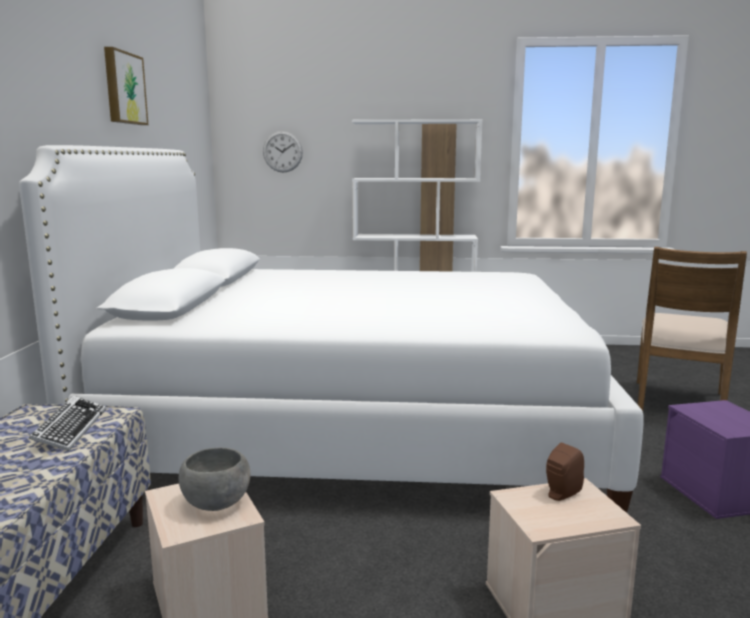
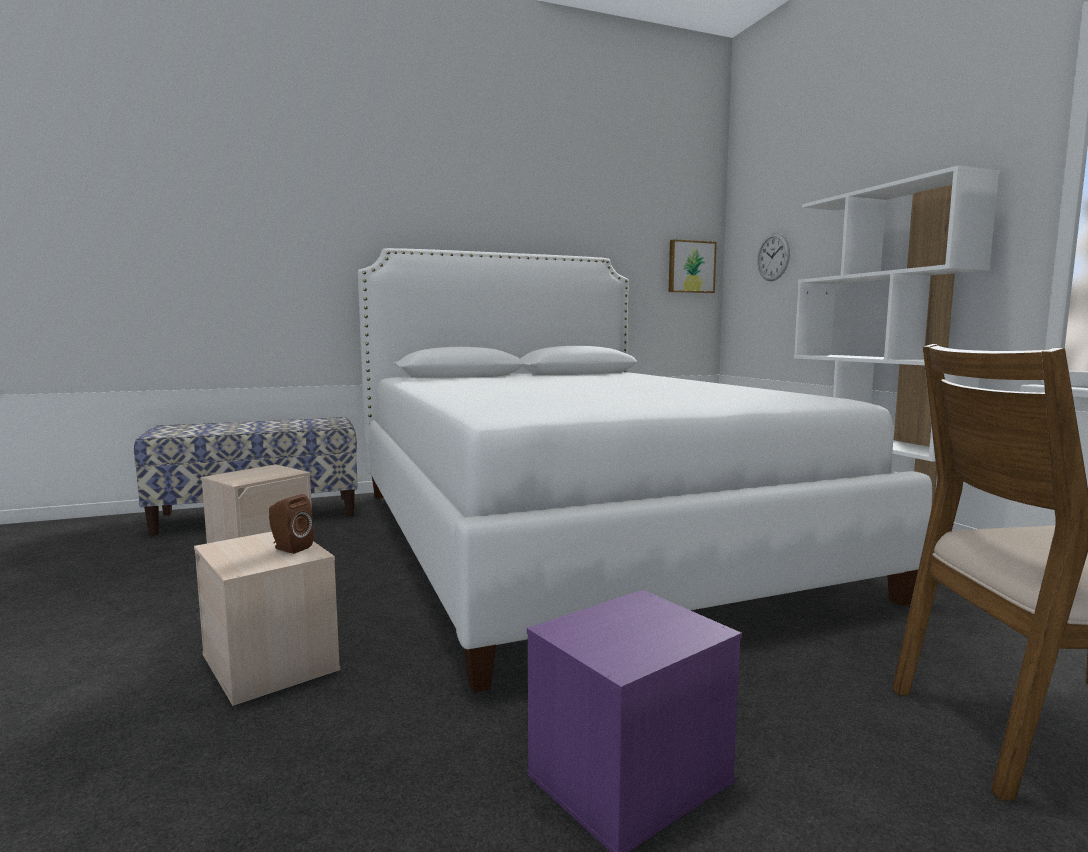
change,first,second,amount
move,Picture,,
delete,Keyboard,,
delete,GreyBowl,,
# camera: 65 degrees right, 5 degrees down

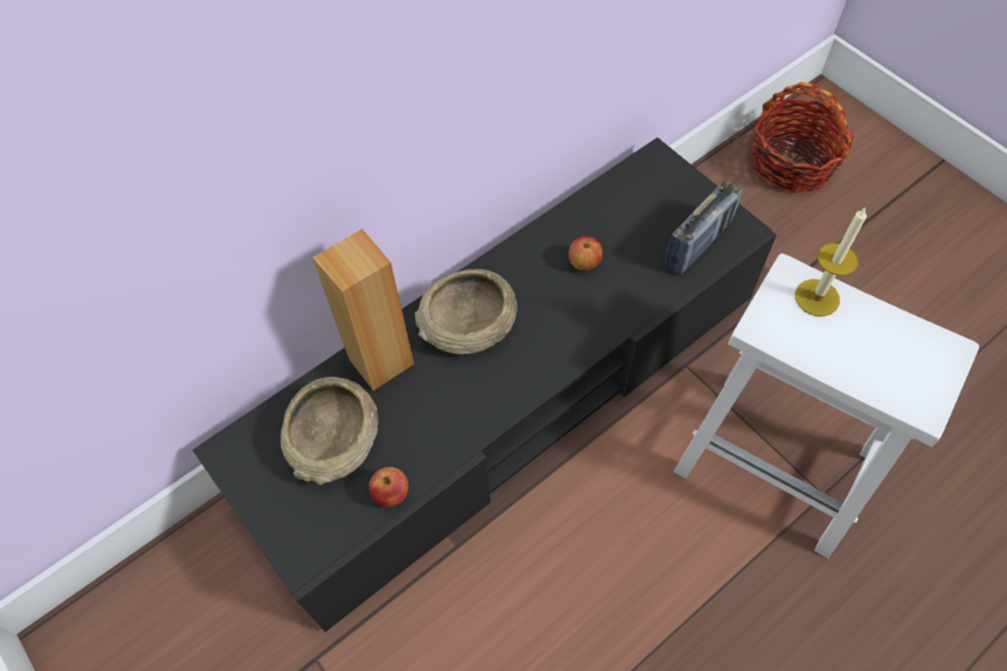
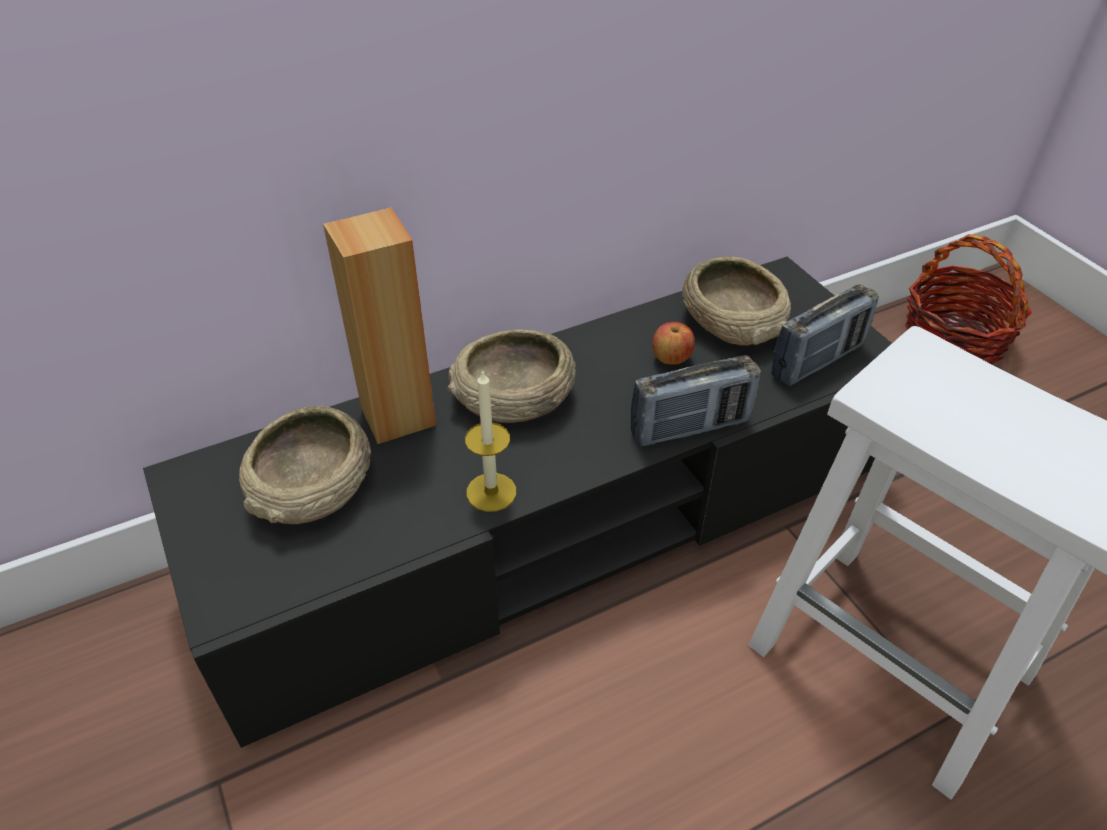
change,first,second,amount
move,Candle,,
insert,,Radio (1st from left),
insert,,BeigeBowl (3rd from left),
delete,Apple (1st from left),,
# camera: 10 degrees right, 15 degrees down

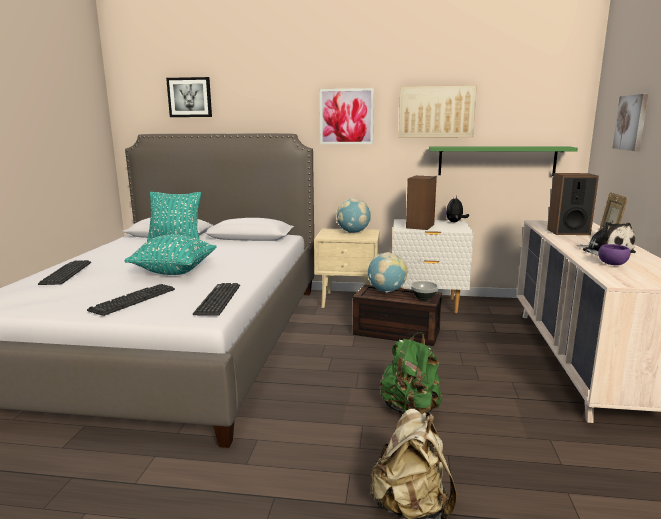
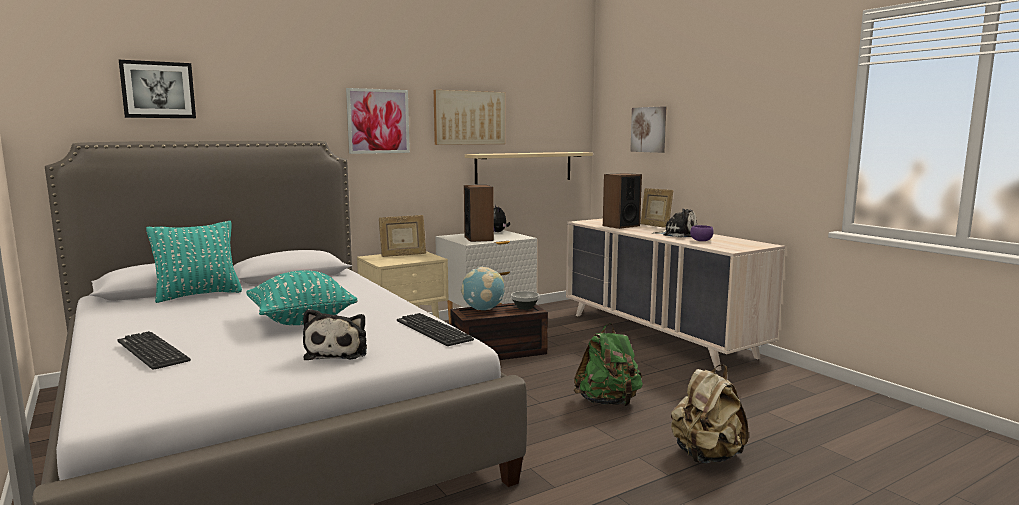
change,first,second,amount
replace,Keyboard (2nd from left),PlushToy (1st from left),
replace,Globe (1st from left),PictureFrame (1st from left),
recolor,GreenShelf,BeigeShelf,
# camera: 40 degrees left, 5 degrees down

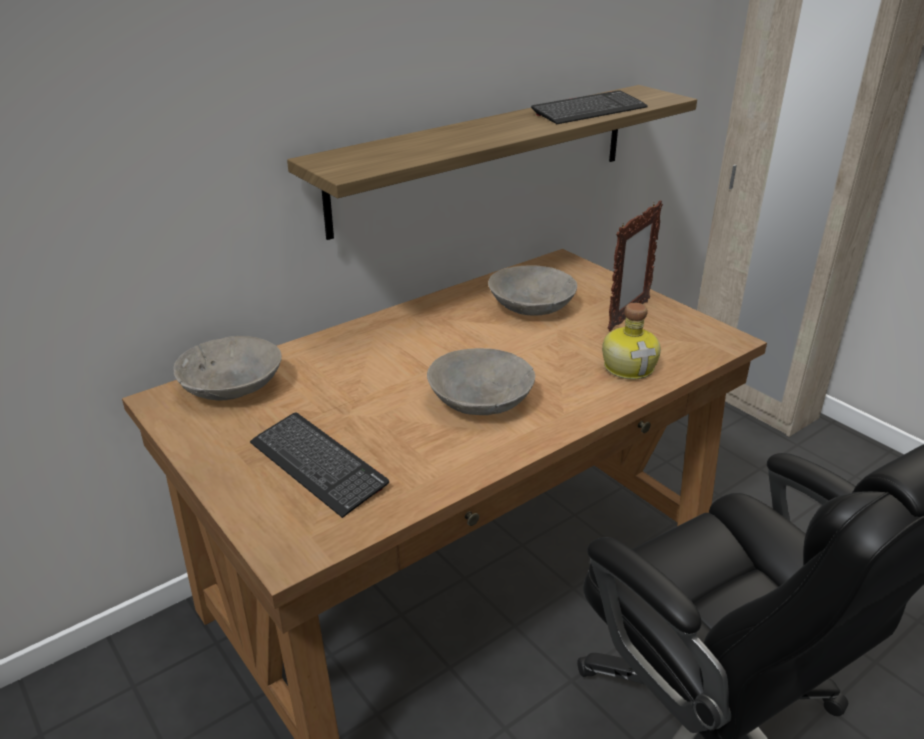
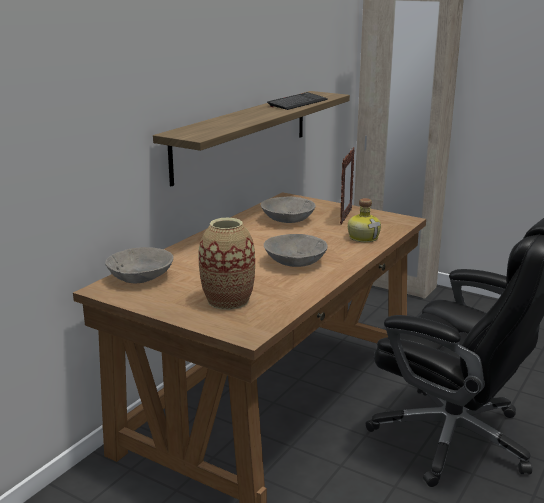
change,first,second,amount
replace,Keyboard (1st from left),Vase,
# camera: 20 degrees left, 10 degrees down

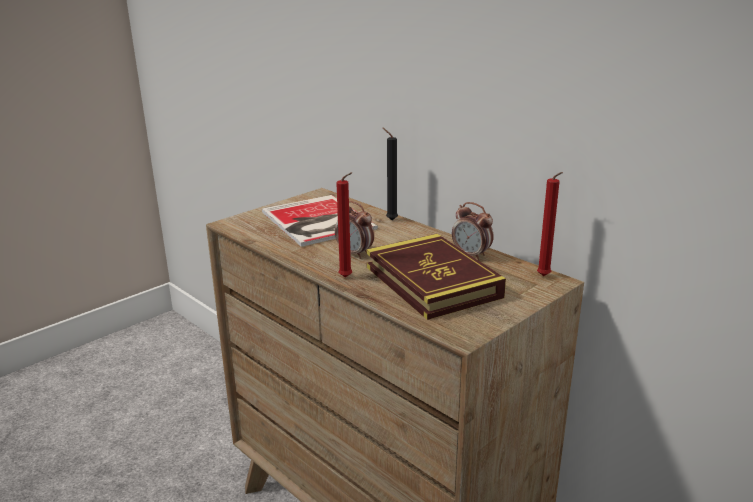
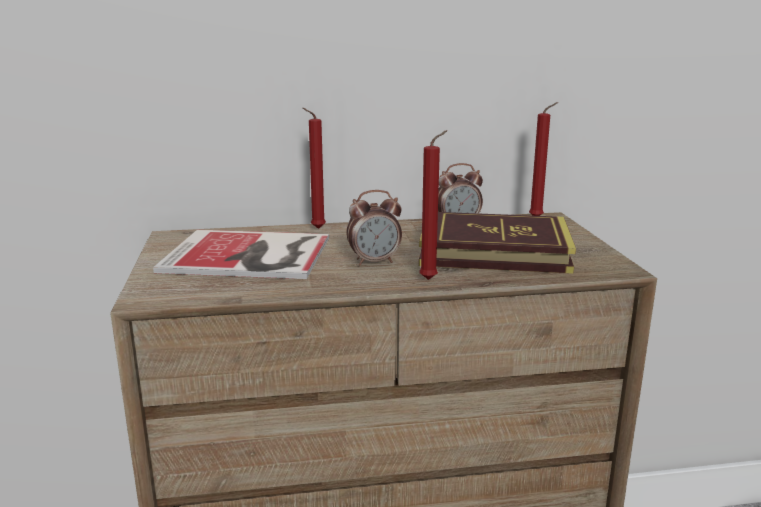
change,first,second,amount
recolor,BlackCandle,RedCandle (1st from left),
# camera: 55 degrees left, 5 degrees down

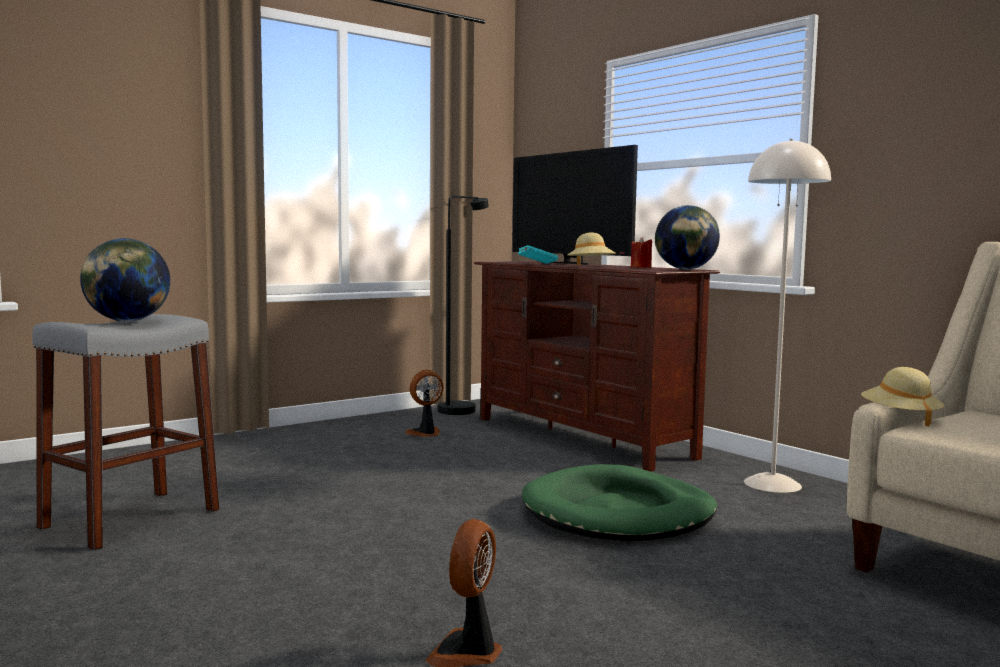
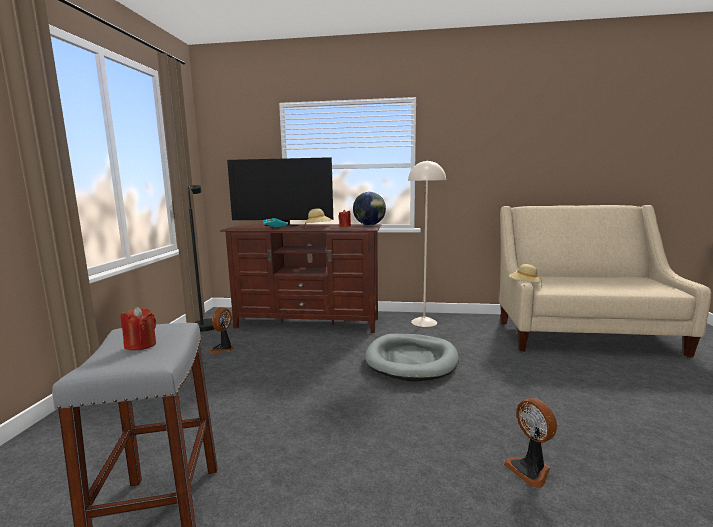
change,first,second,amount
replace,Globe (1st from left),RedCandle (1st from left),
recolor,GreenDogBed,GreyDogBed,
# camera: 45 degrees left, 5 degrees up

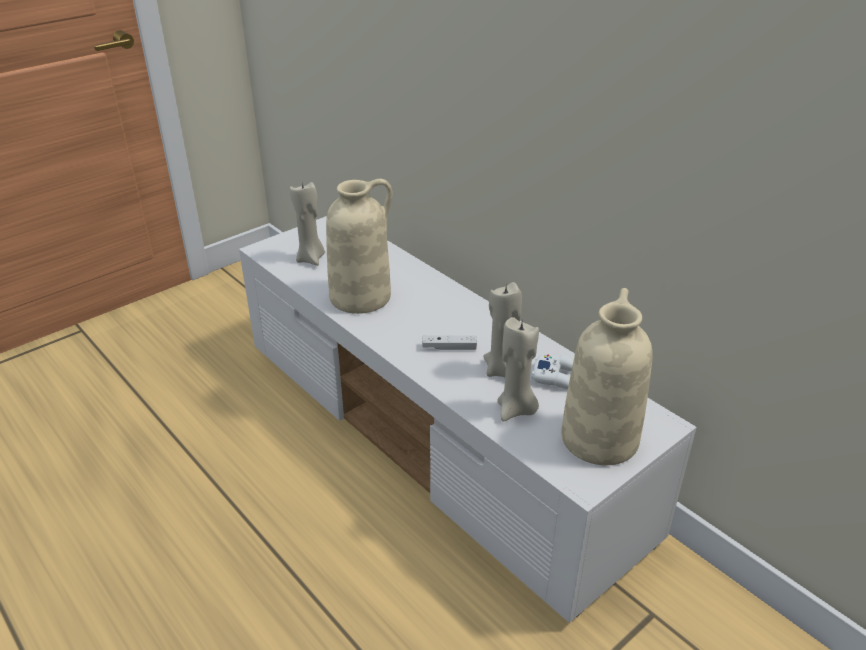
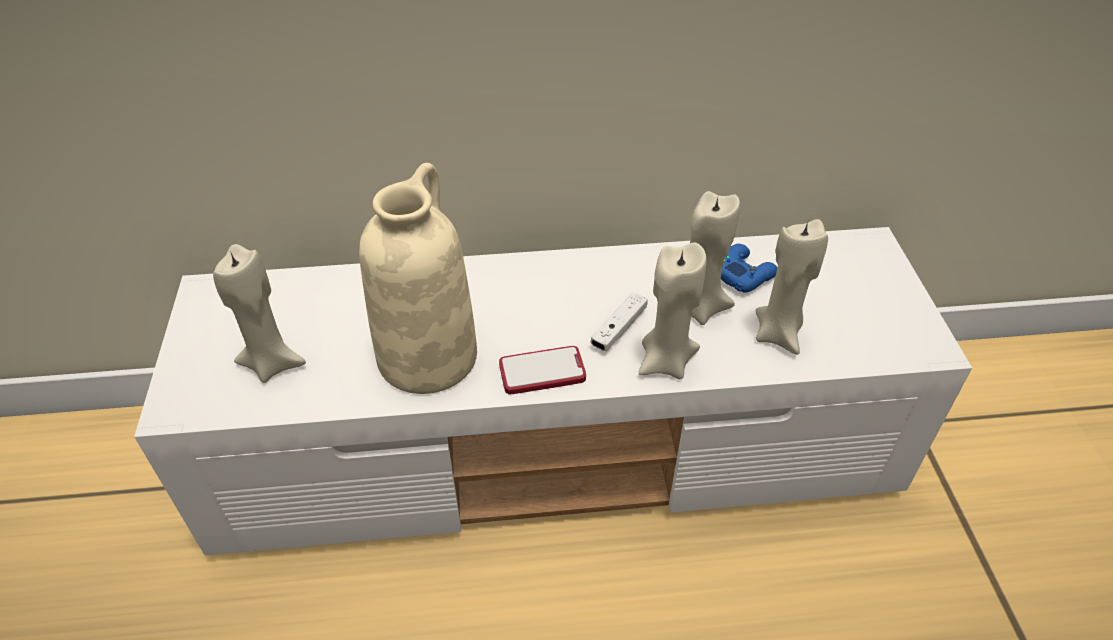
change,first,second,amount
insert,,Phone,
insert,,BeigeCandle (2nd from left),
recolor,WhiteGameController (2nd from left),BlueGameController,
delete,BeigeVase (2nd from left),,
# camera: 55 degrees left, 10 degrees up

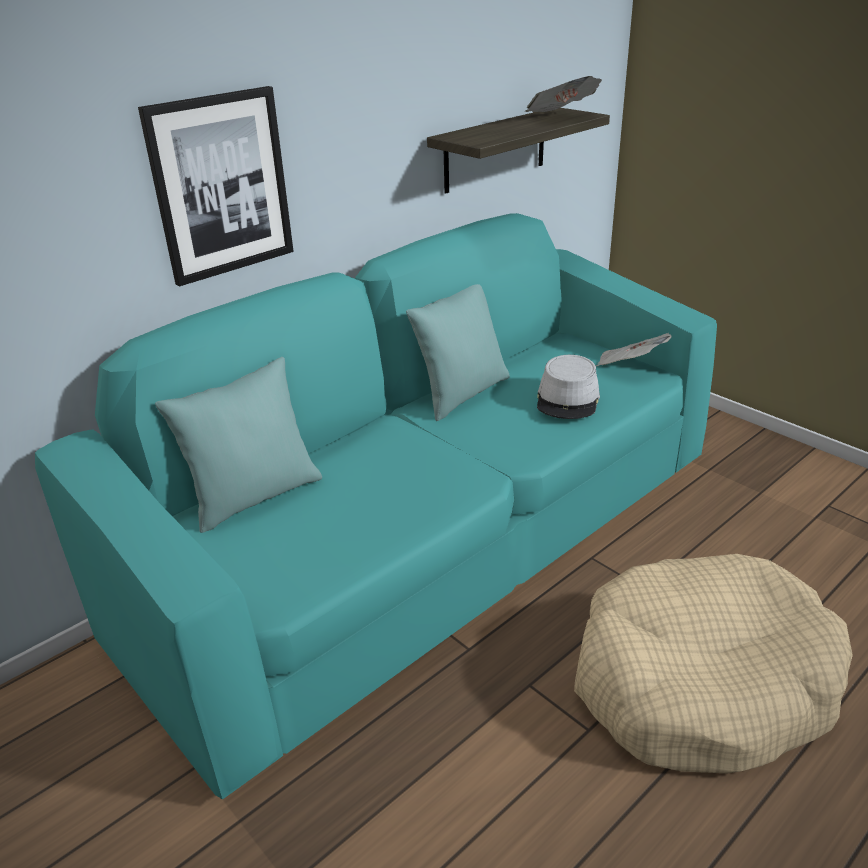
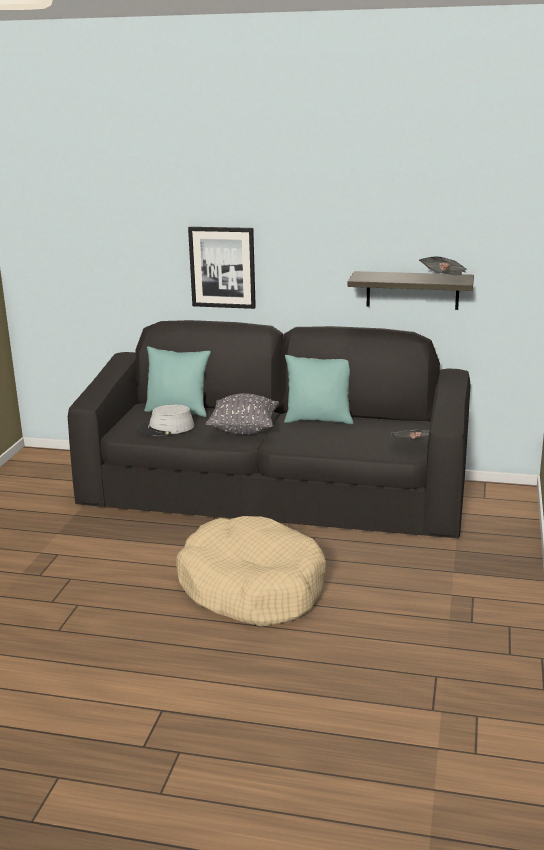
change,first,second,amount
recolor,TurquoiseSofa,BlackSofa,
move,GreyHat,,
insert,,GreyPillow,
# camera: 55 degrees right, 10 degrees down

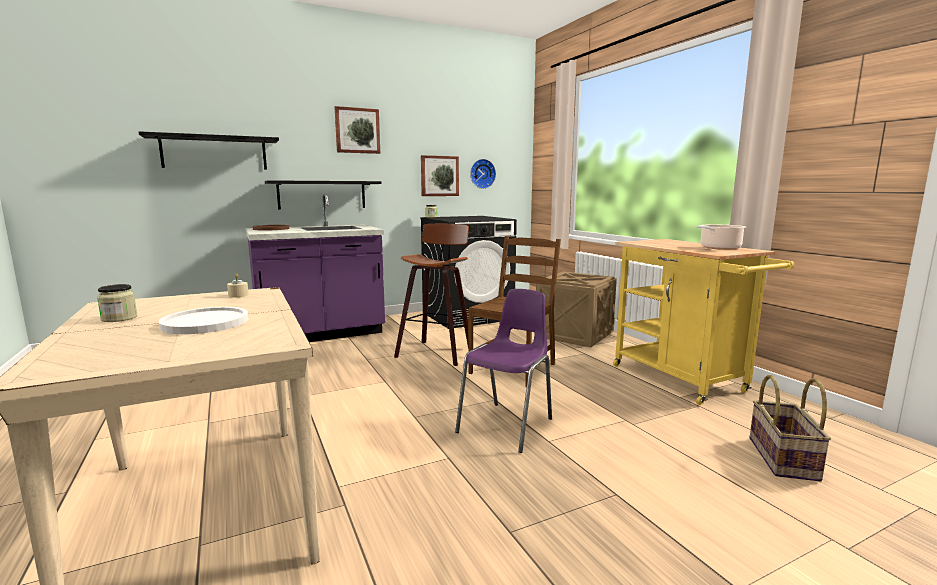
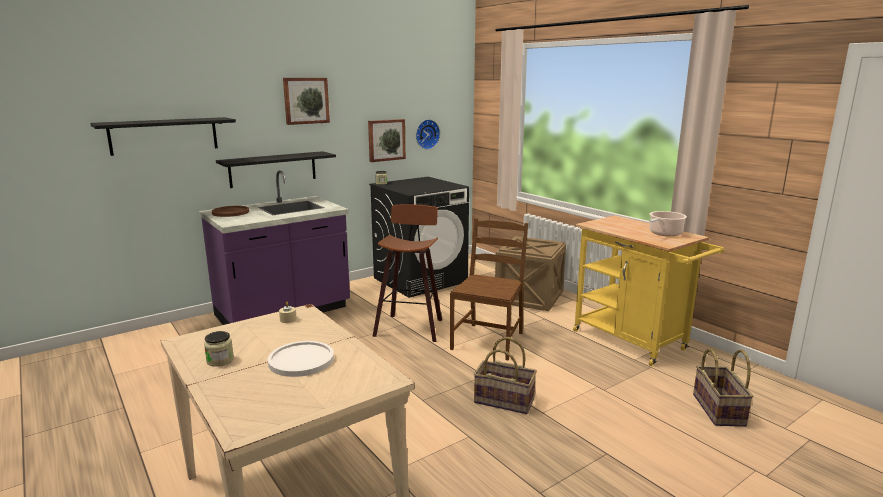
change,first,second,amount
replace,PurpleChair,Basket (1st from left),
# camera: 10 degrees left, 5 degrees up

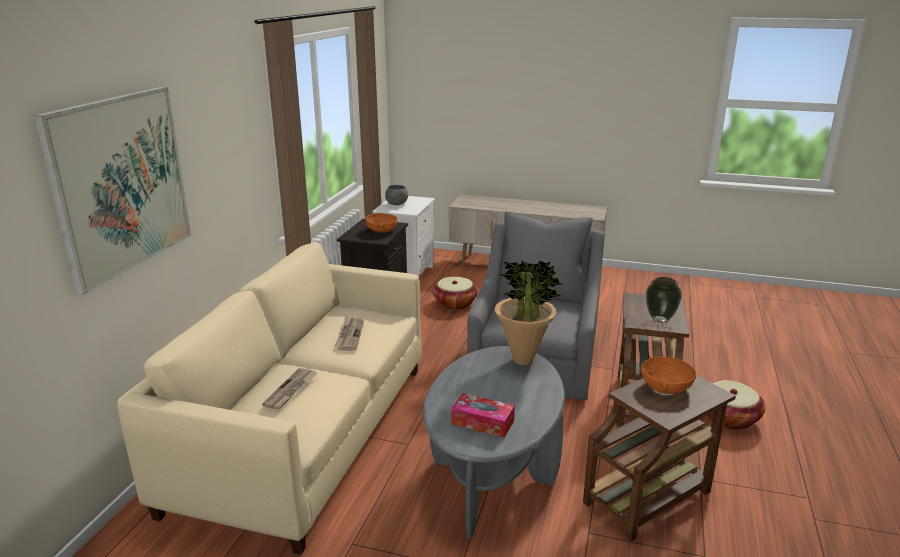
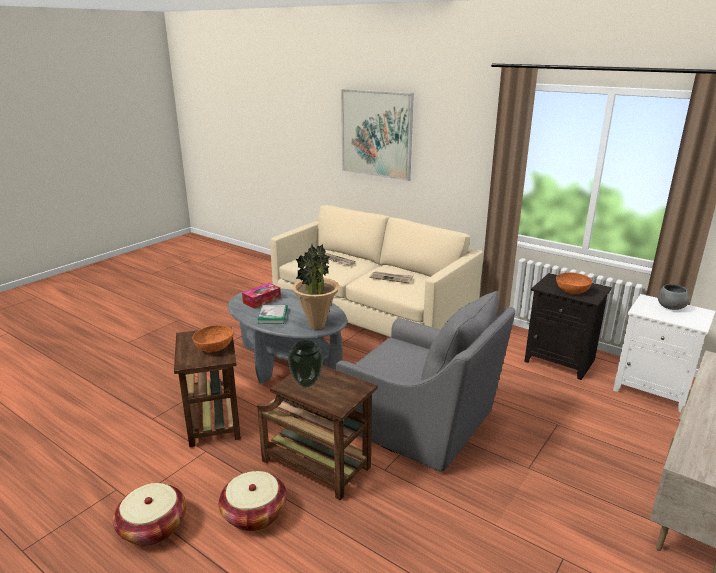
change,first,second,amount
move,Basket (1st from left),,
insert,,Book,
# camera: 110 degrees right, 0 degrees up

